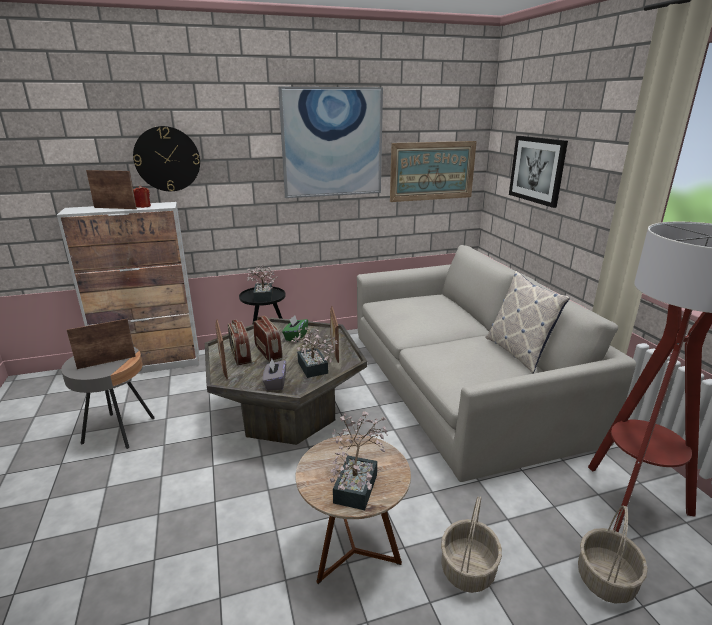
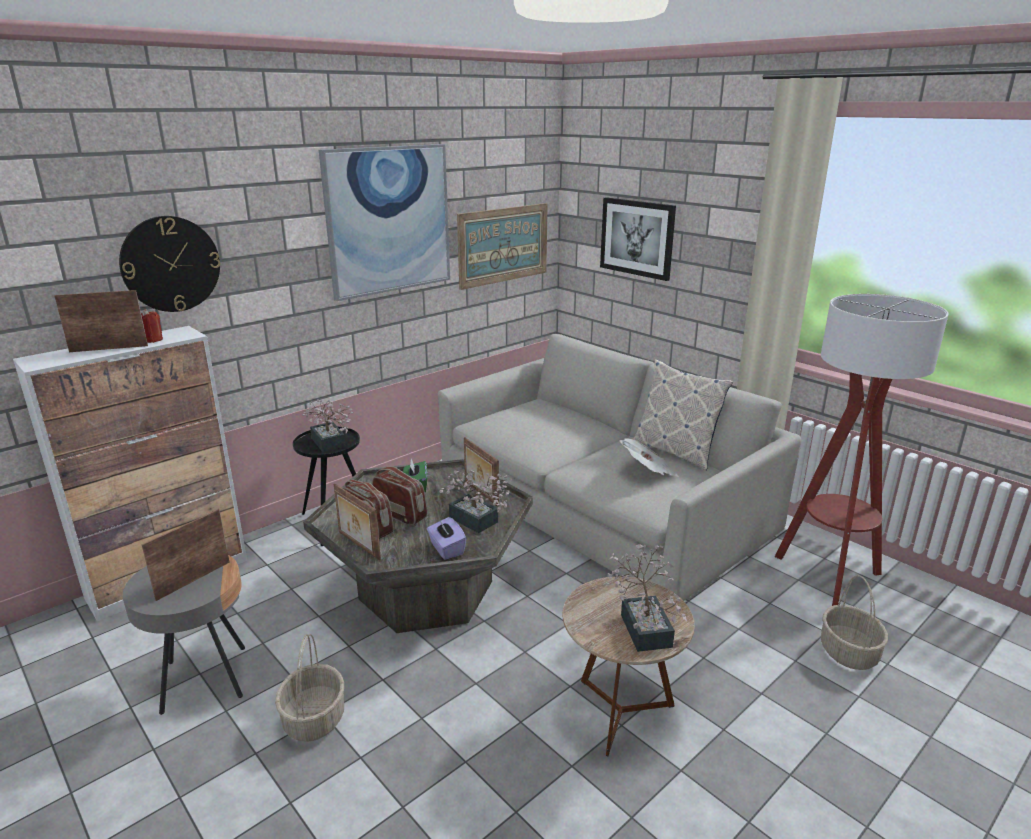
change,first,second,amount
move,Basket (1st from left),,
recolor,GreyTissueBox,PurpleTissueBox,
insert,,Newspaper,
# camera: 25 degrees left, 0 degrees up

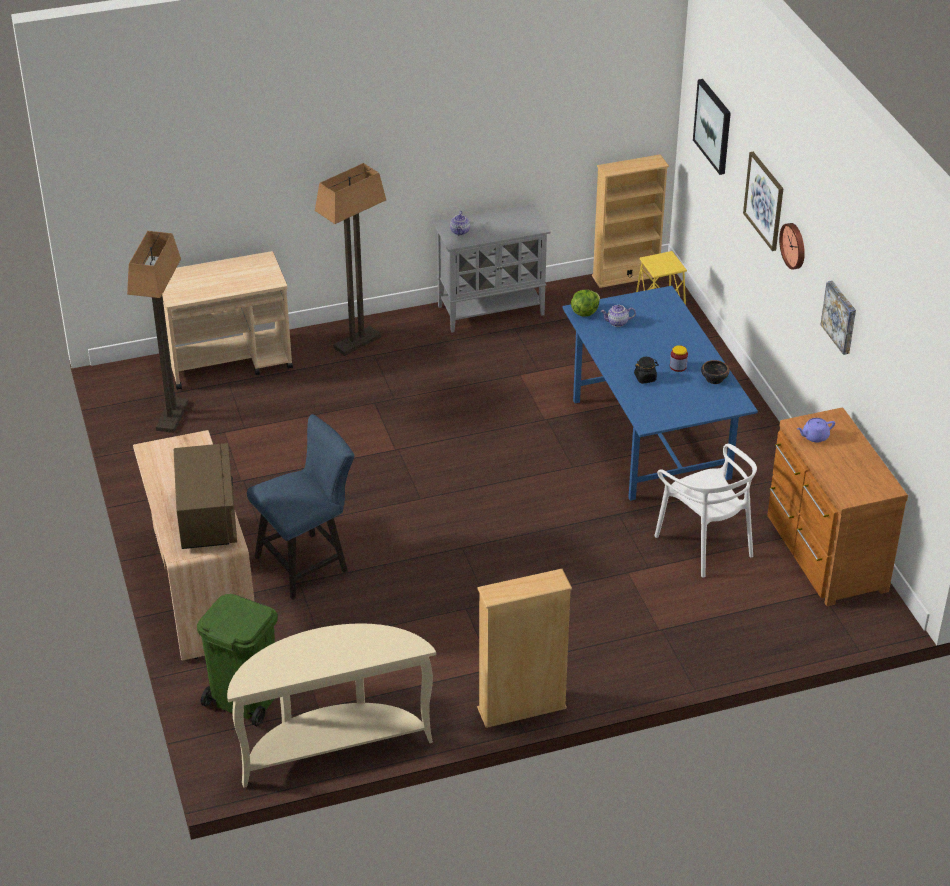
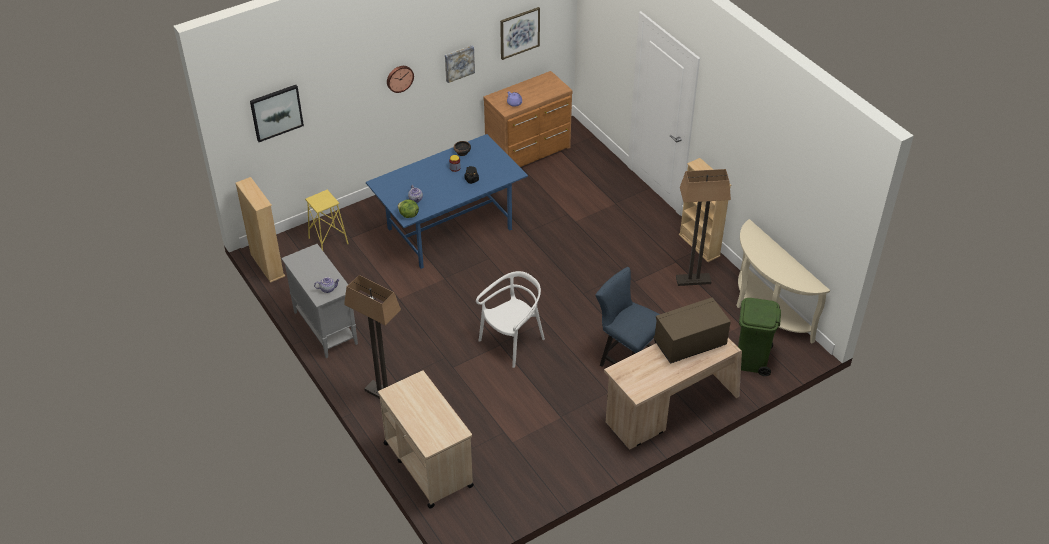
change,first,second,amount
move,WhiteChair,,
move,Picture (2nd from left in the first image),Picture (3rd from left),
move,FloorLamp (1st from left in the first image),FloorLamp (2nd from left),
# camera: 105 degrees left, 5 degrees up

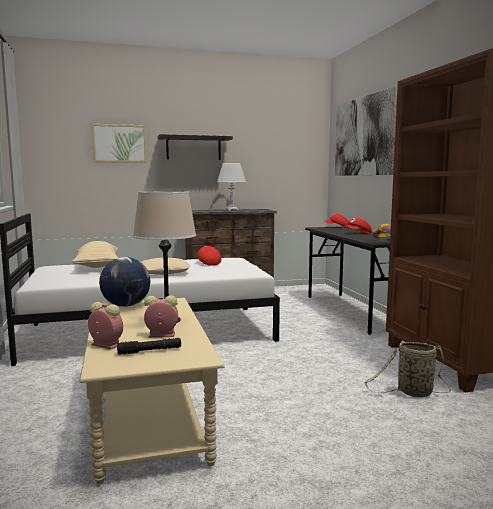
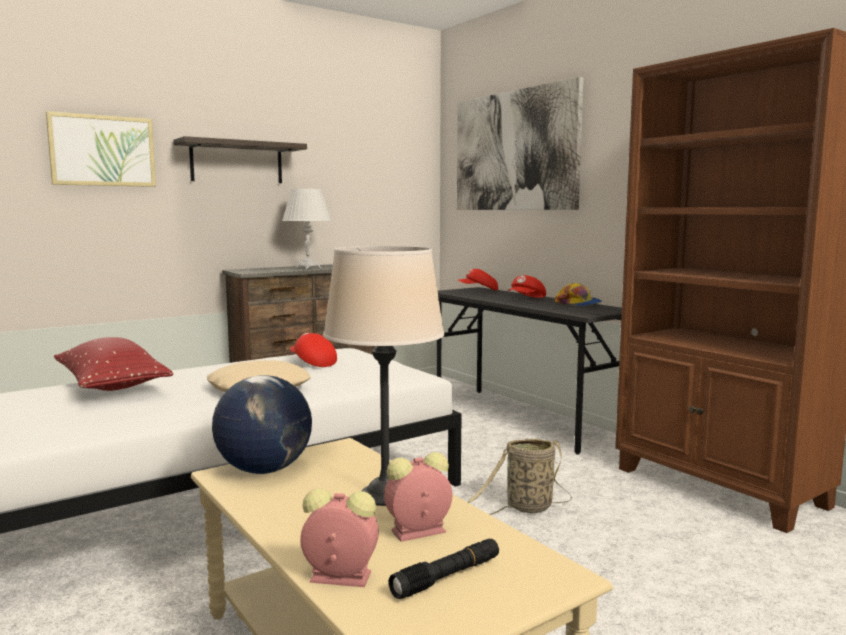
change,first,second,amount
recolor,BeigePillow (1st from left),RedPillow,
move,Basket,,
# camera: 20 degrees left, 0 degrees up

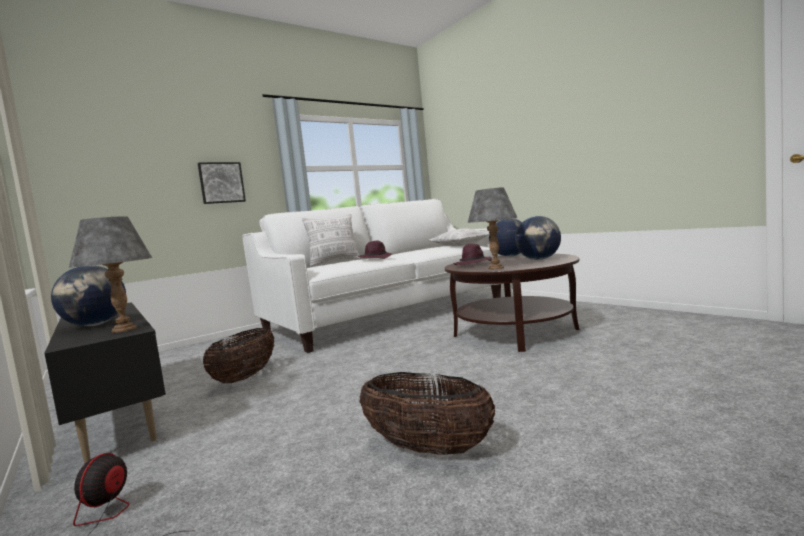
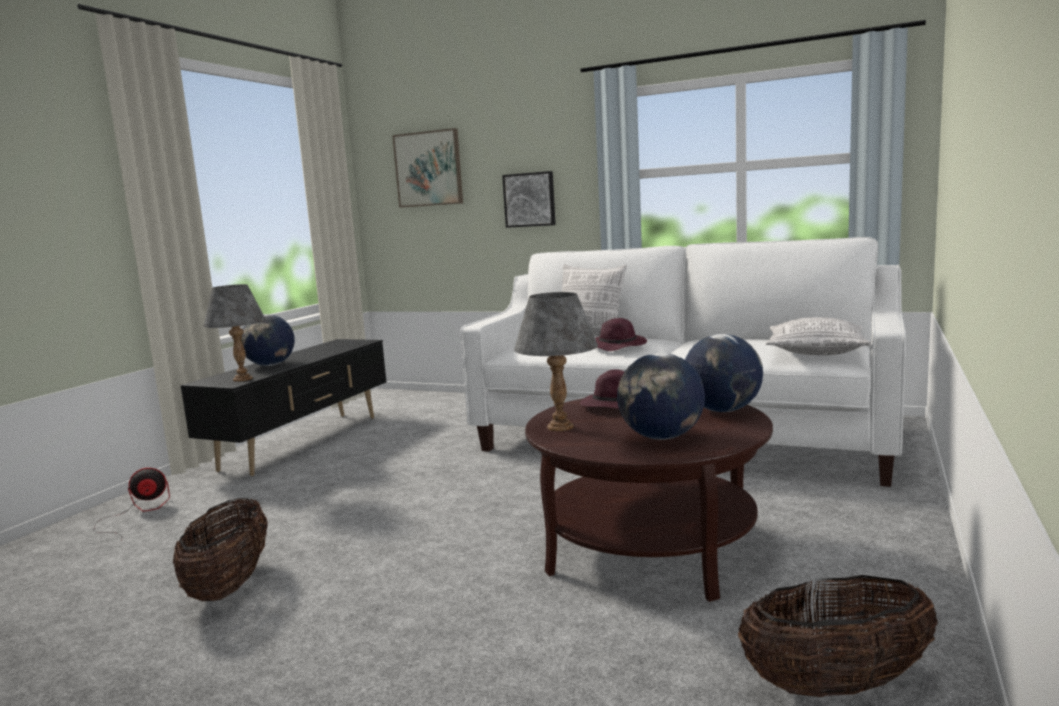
change,first,second,amount
insert,,Picture (1st from left),
move,Basket (1st from left in the first image),Basket (2nd from left),
# camera: 60 degrees right, 5 degrees up

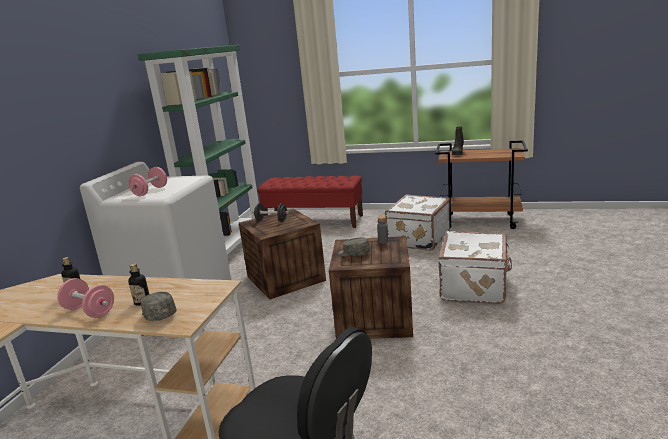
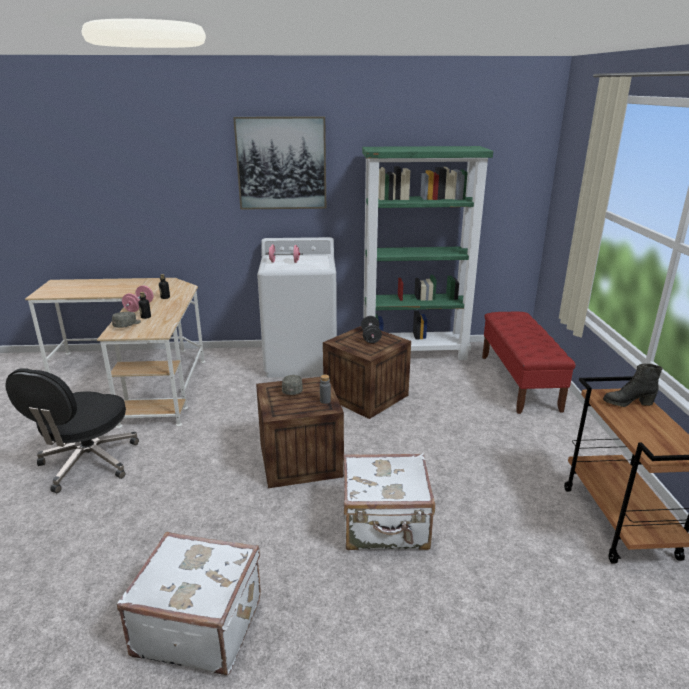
change,first,second,amount
move,WhiteSuitcase (1st from left),,
insert,,Picture,
# camera: 70 degrees right, 5 degrees up

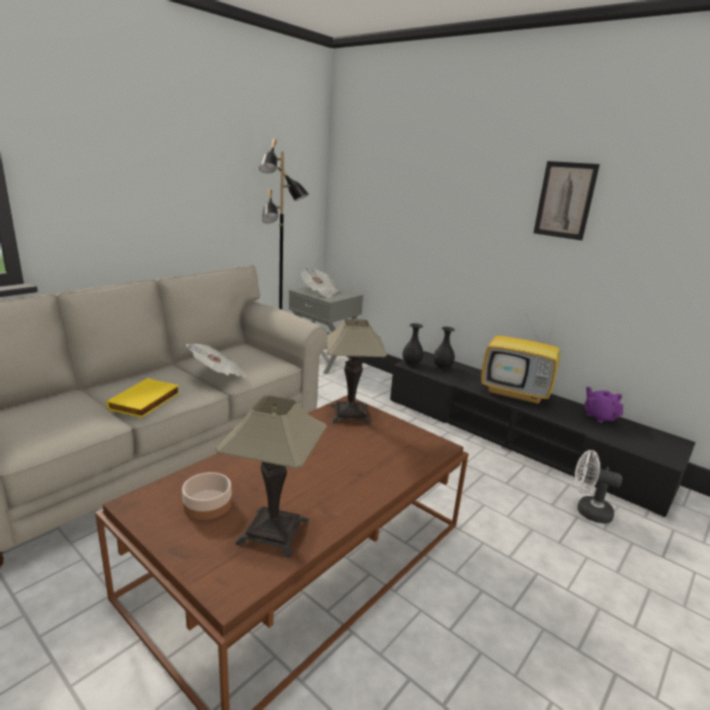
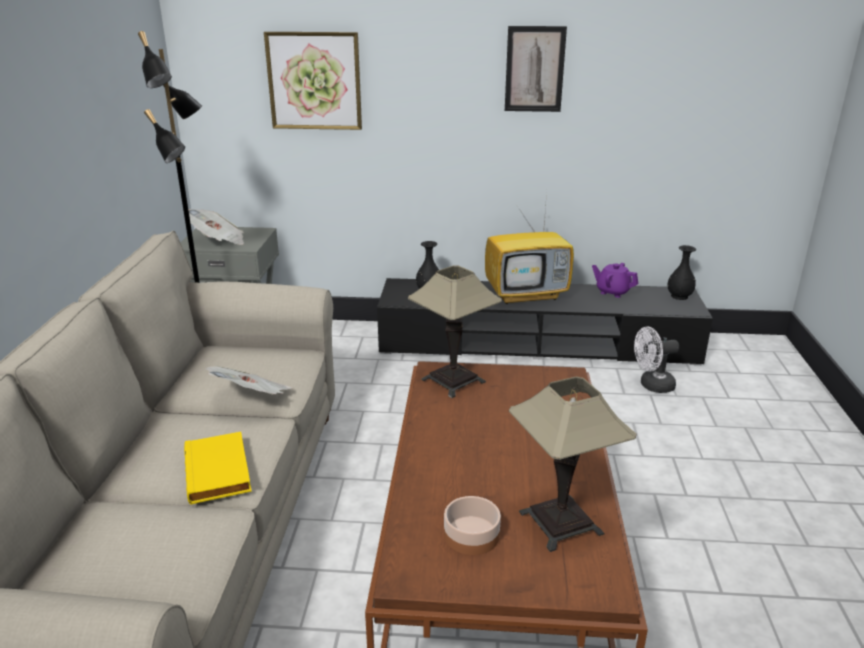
change,first,second,amount
insert,,Picture (1st from left),
move,BlackVase (1st from left in the first image),BlackVase (2nd from left),
# camera: 35 degrees left, 5 degrees up

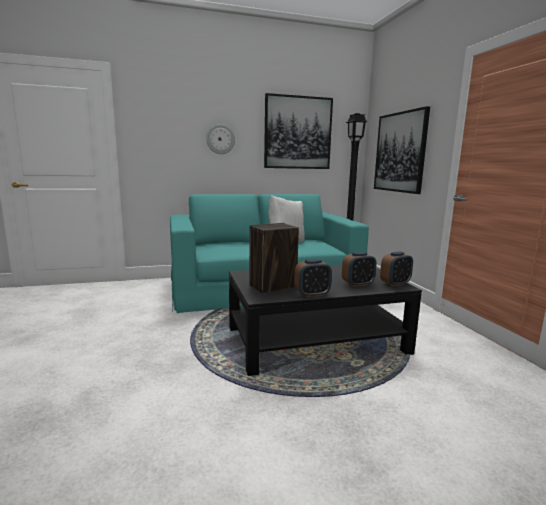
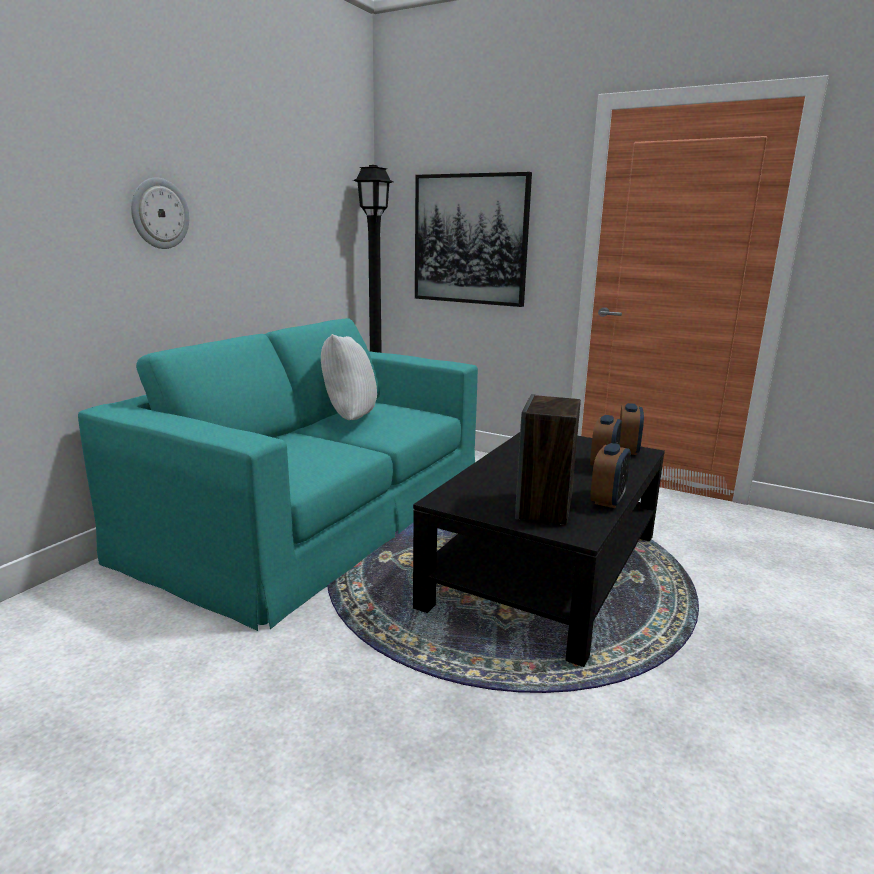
change,first,second,amount
delete,Picture (1st from left),,
# camera: 45 degrees left, 5 degrees up

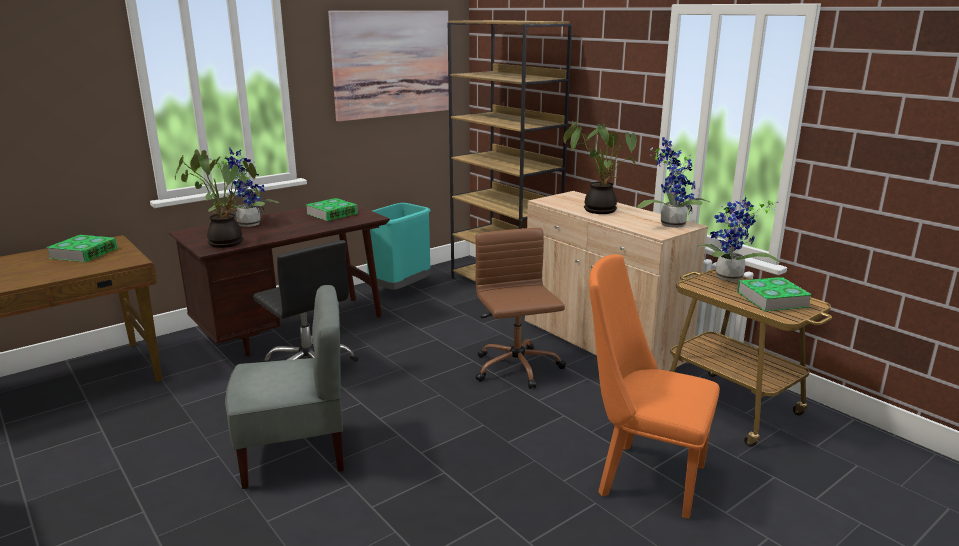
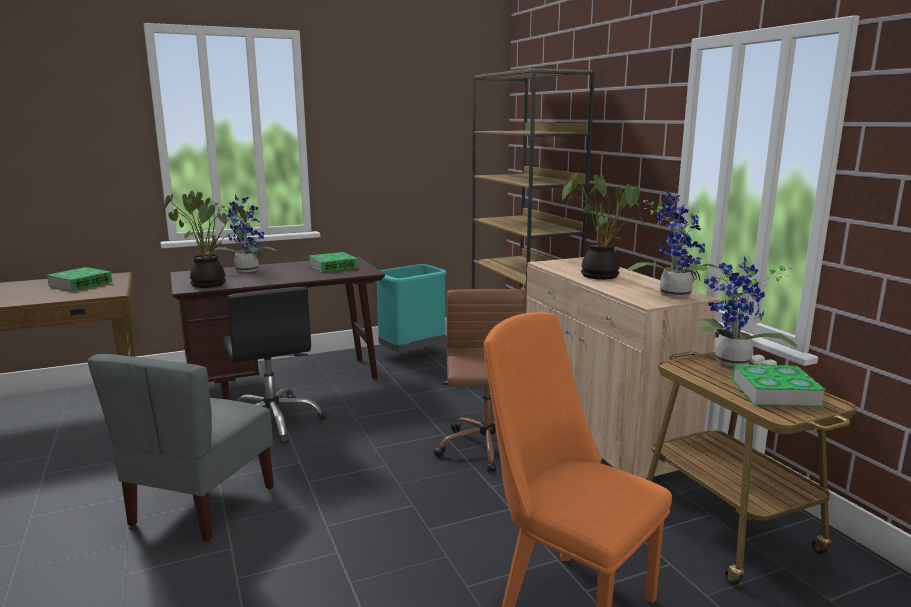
change,first,second,amount
rotate,GreyChair,,105 degrees clockwise
delete,Picture,,
# camera: 15 degrees right, 5 degrees down

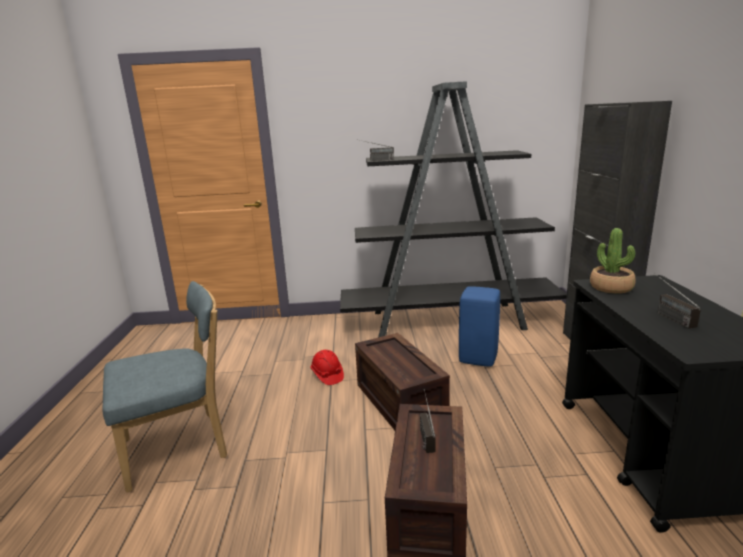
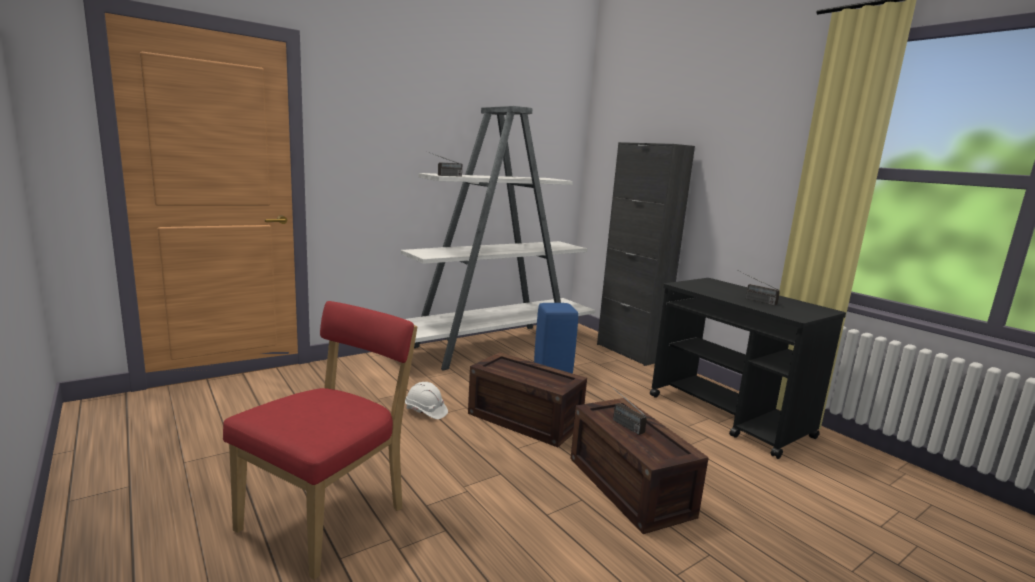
change,first,second,amount
recolor,BlueChair,RedChair,
recolor,BlackBookcase,WhiteBookcase,
recolor,RedHardHat,WhiteHardHat,
delete,PottedPlant,,
# camera: 35 degrees left, 5 degrees down

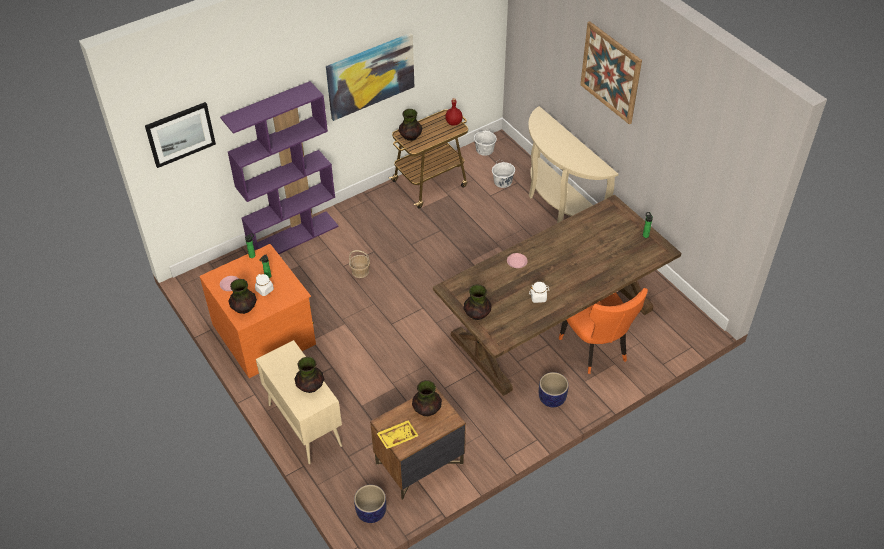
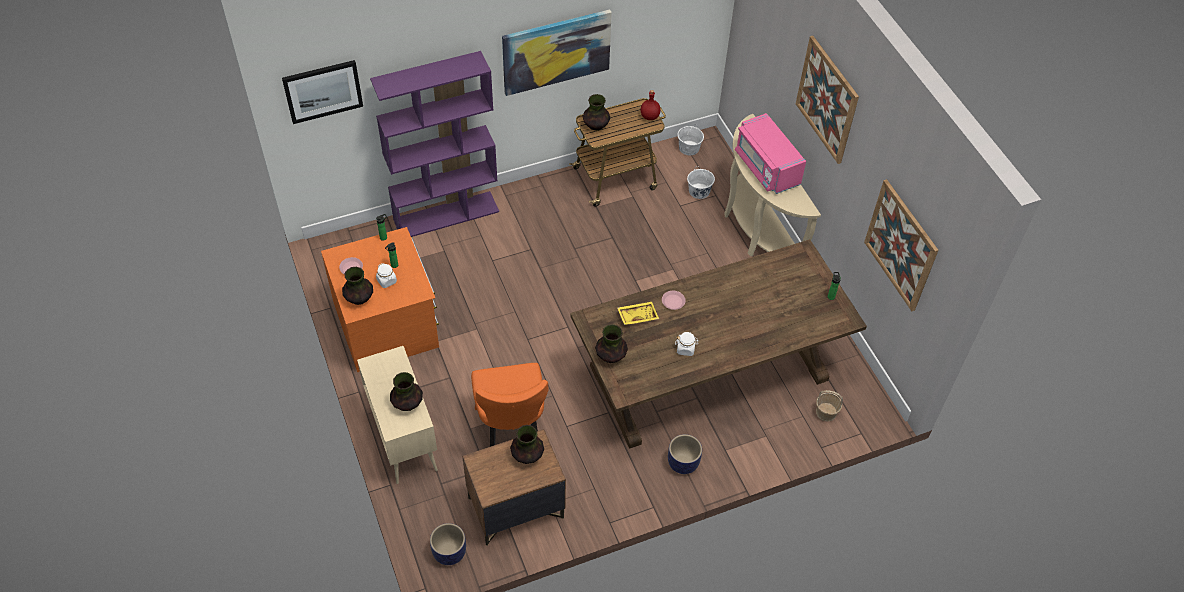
change,first,second,amount
move,OrangeChair,,
move,YellowTray,,
insert,,PinkMicrowave,
move,Basket,,
insert,,Picture (4th from left),
# camera: 10 degrees right, 5 degrees up

